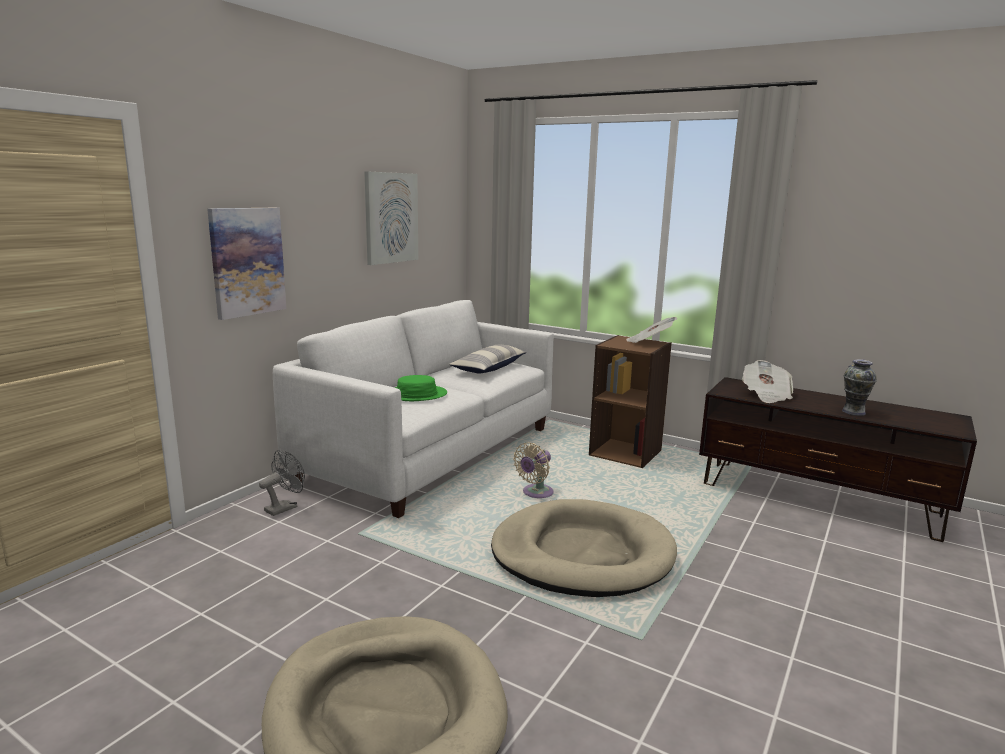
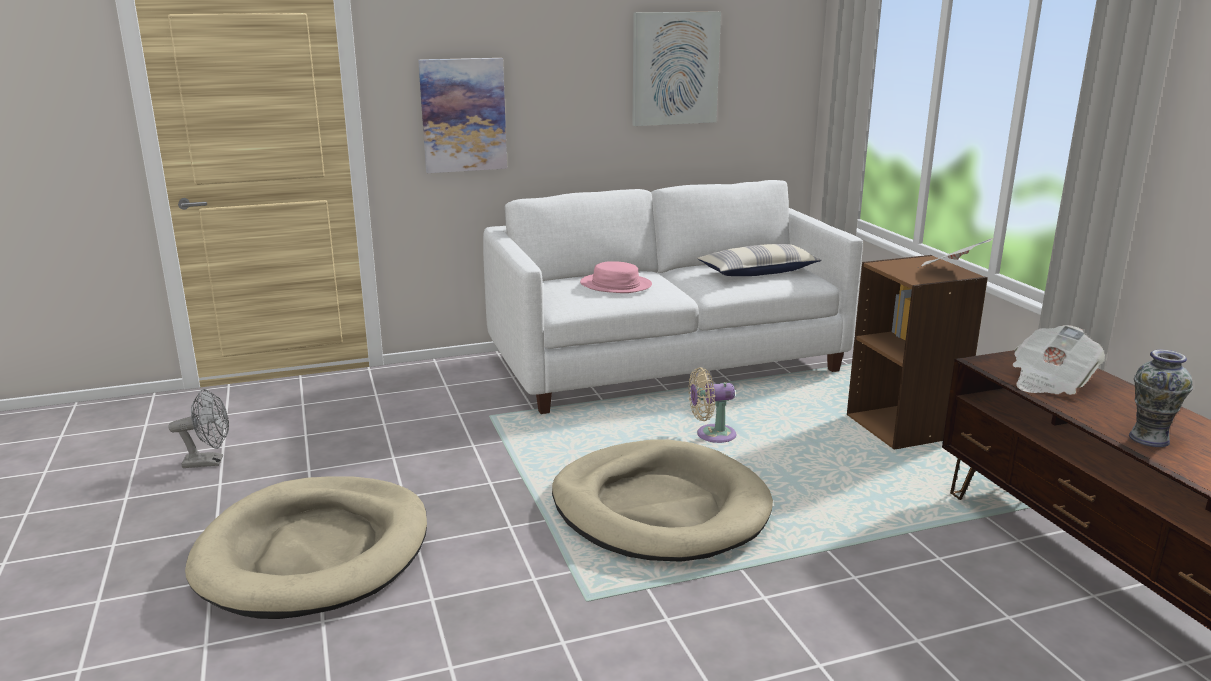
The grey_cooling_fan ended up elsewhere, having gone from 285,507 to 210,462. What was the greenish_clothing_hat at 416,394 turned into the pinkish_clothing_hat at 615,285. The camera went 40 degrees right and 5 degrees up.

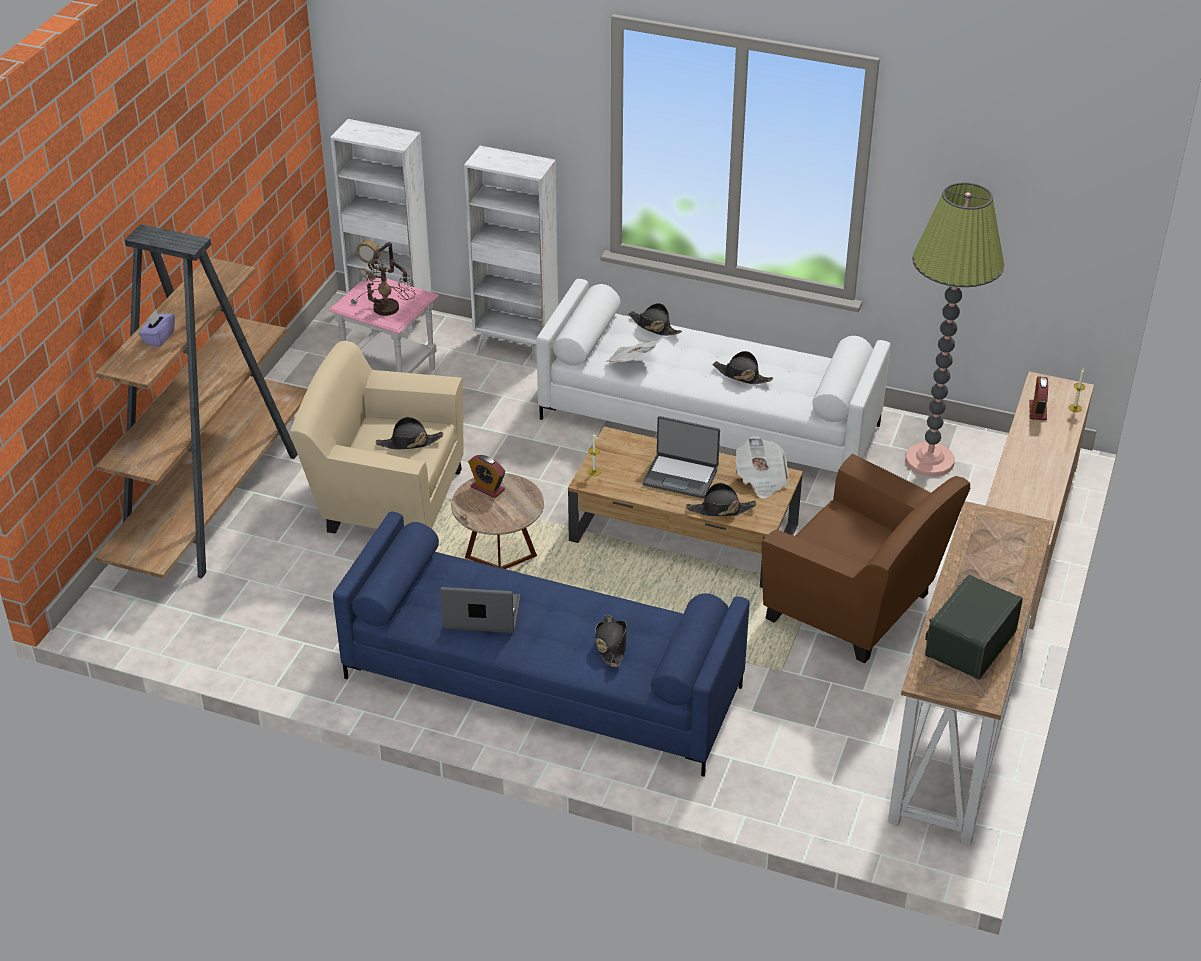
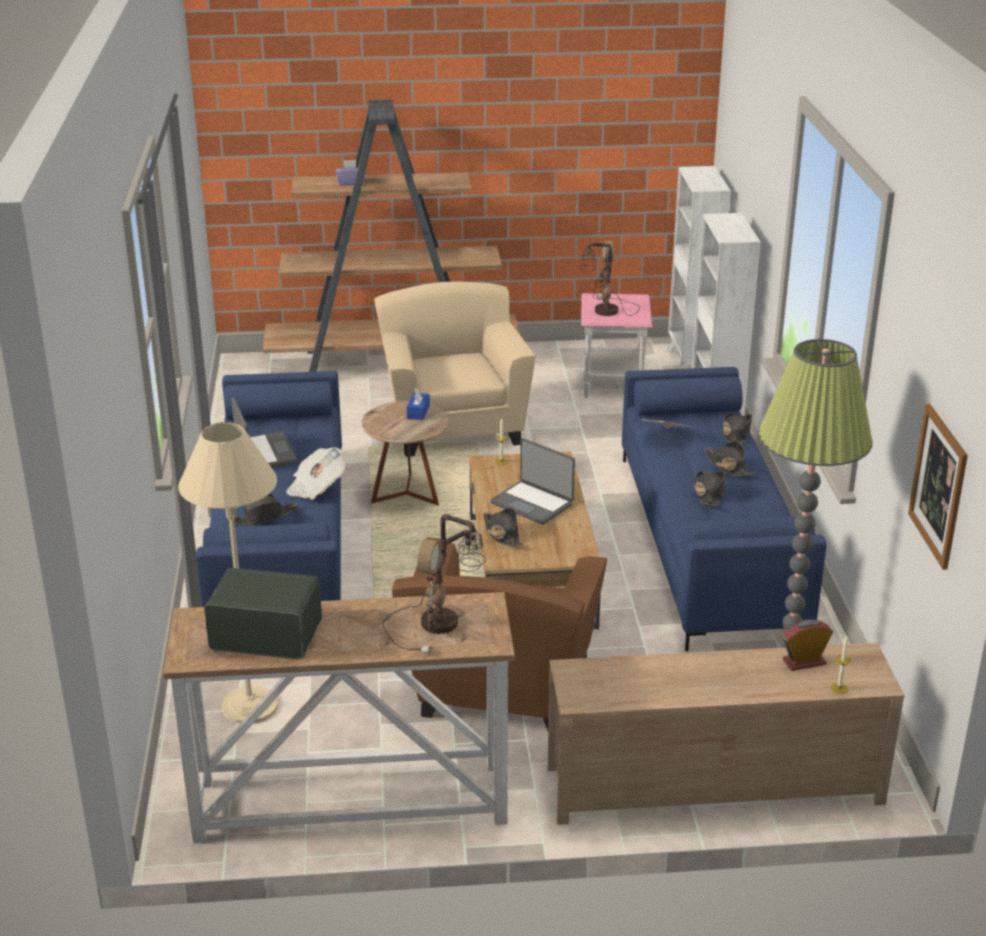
The blackish_clothing_hat ended up elsewhere, having gone from 409,442 to 728,466. Where the alarm_clock stood at 487,488, the bluish_box_of_tissues came to stand at 418,412. What was the whitish_couch at 711,422 turned into the bluish_couch at 709,544. The notebook_computer at 681,476 ended up facing another way, 45 degrees counterclockwise from before. The newspaper ended up elsewhere, having gone from 761,479 to 316,487. The second view gained the beige_standard_lamp at 250,706. The second view gained the tabletop_lamp at 442,622. The second view gained the wall_picture at 938,485. The camera went 65 degrees right and 10 degrees down.

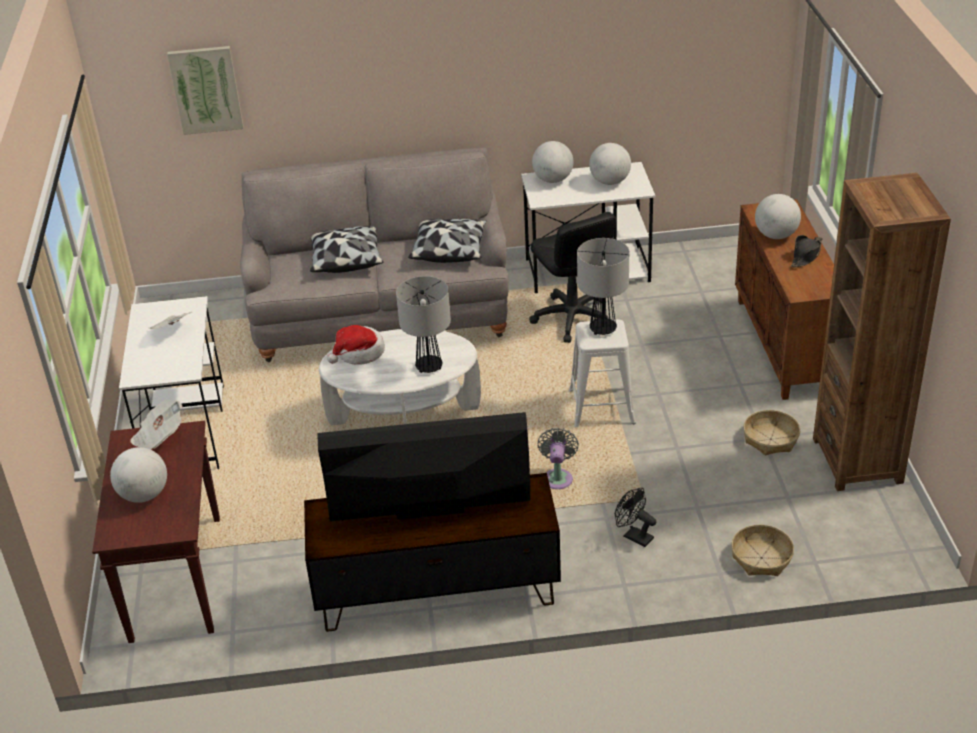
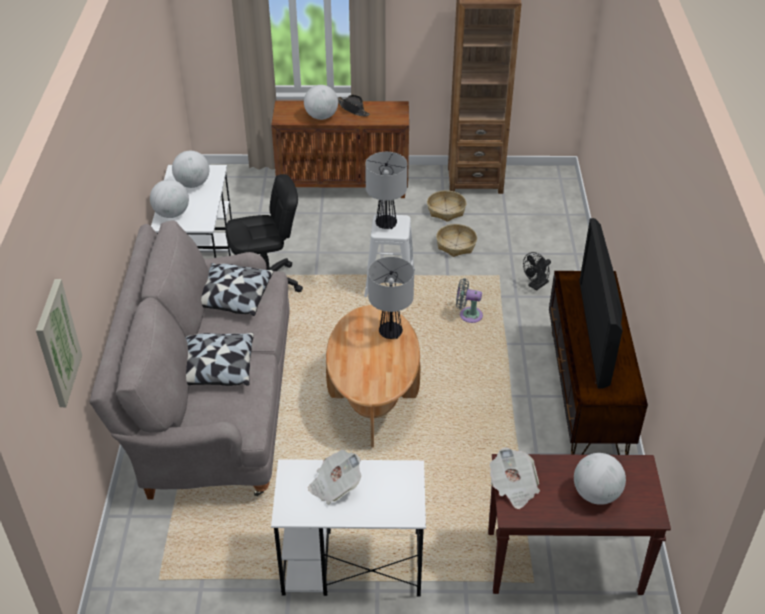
What was the whitish_low_table at 404,417 turned into the brownish_low_table at 373,397. The second view lost the clothing_hat at 359,353. The basket ended up elsewhere, having gone from 761,557 to 456,245. The camera went 85 degrees left and 5 degrees up.

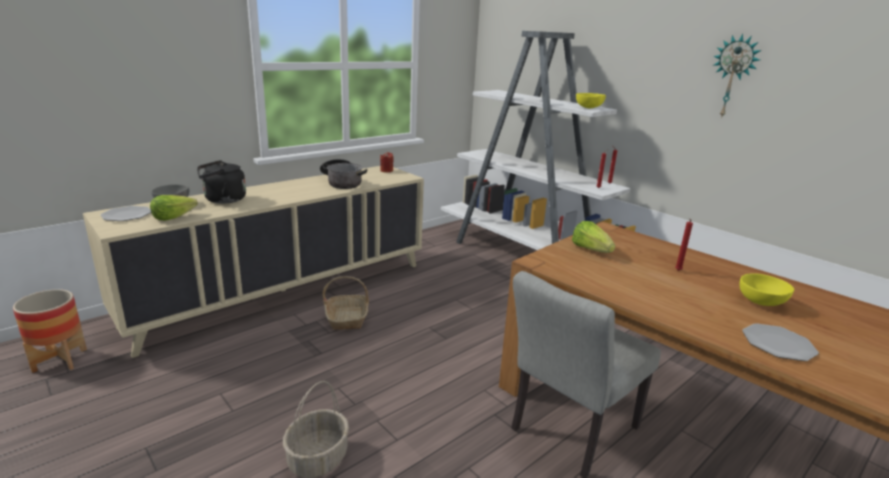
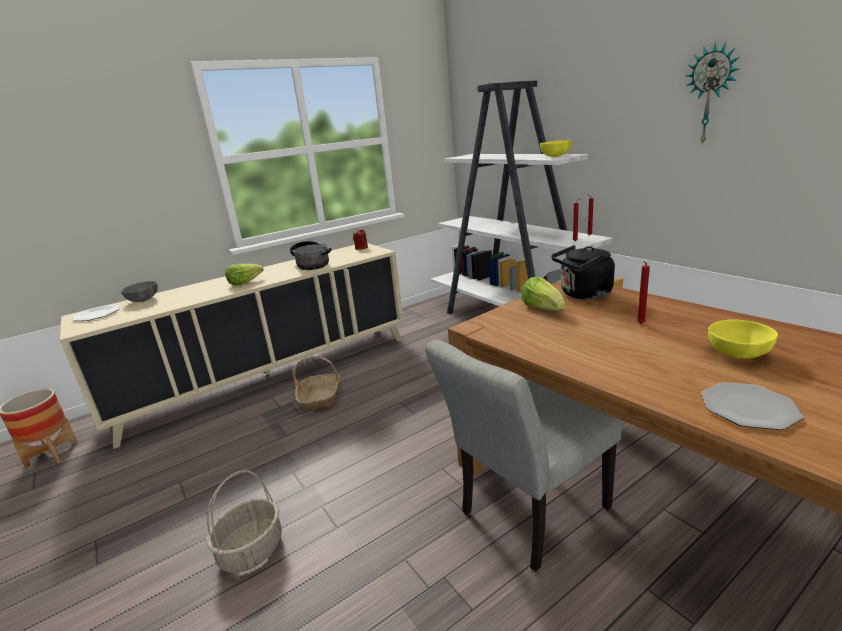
The lettuce_head ended up elsewhere, having gone from 173,217 to 245,282. The blackish_water_kettle ended up elsewhere, having gone from 222,200 to 583,294. The camera went 10 degrees right and 0 degrees up.

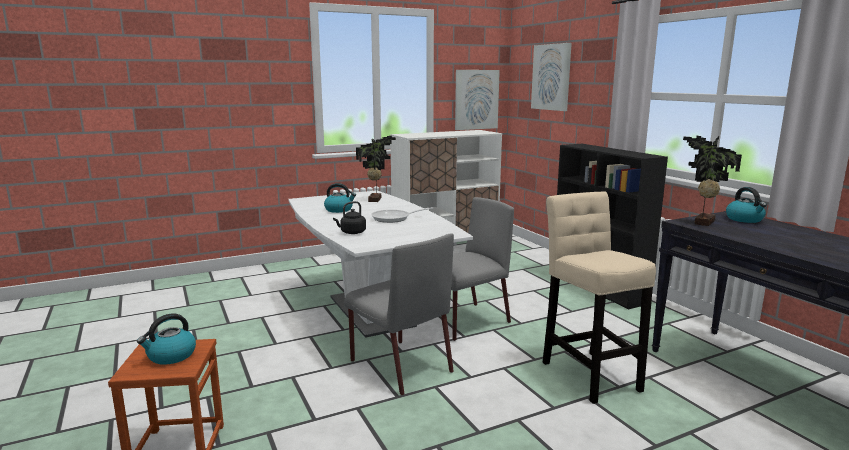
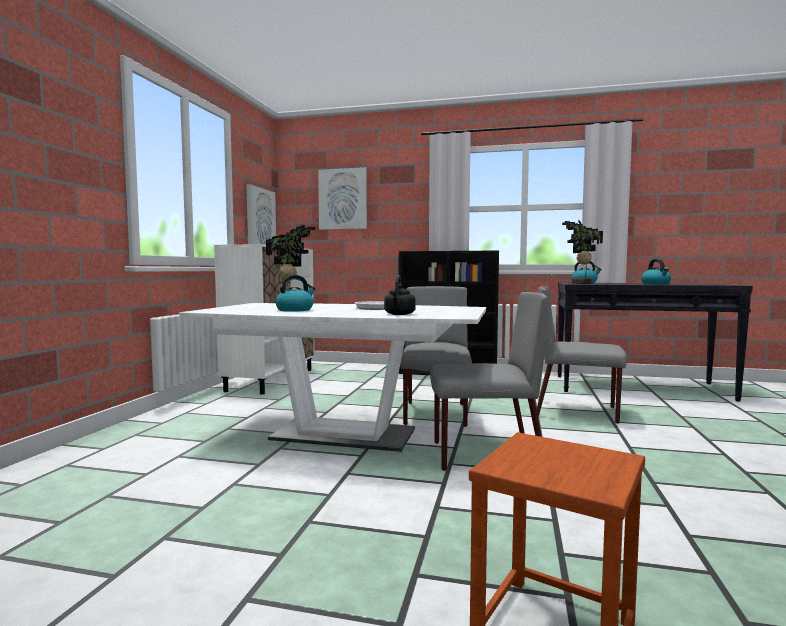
The water_kettle ended up elsewhere, having gone from 171,356 to 656,284. Where the beige_stool_seat stood at 588,373, the grey_chair came to stand at 577,411. The camera went 50 degrees left and 10 degrees down.

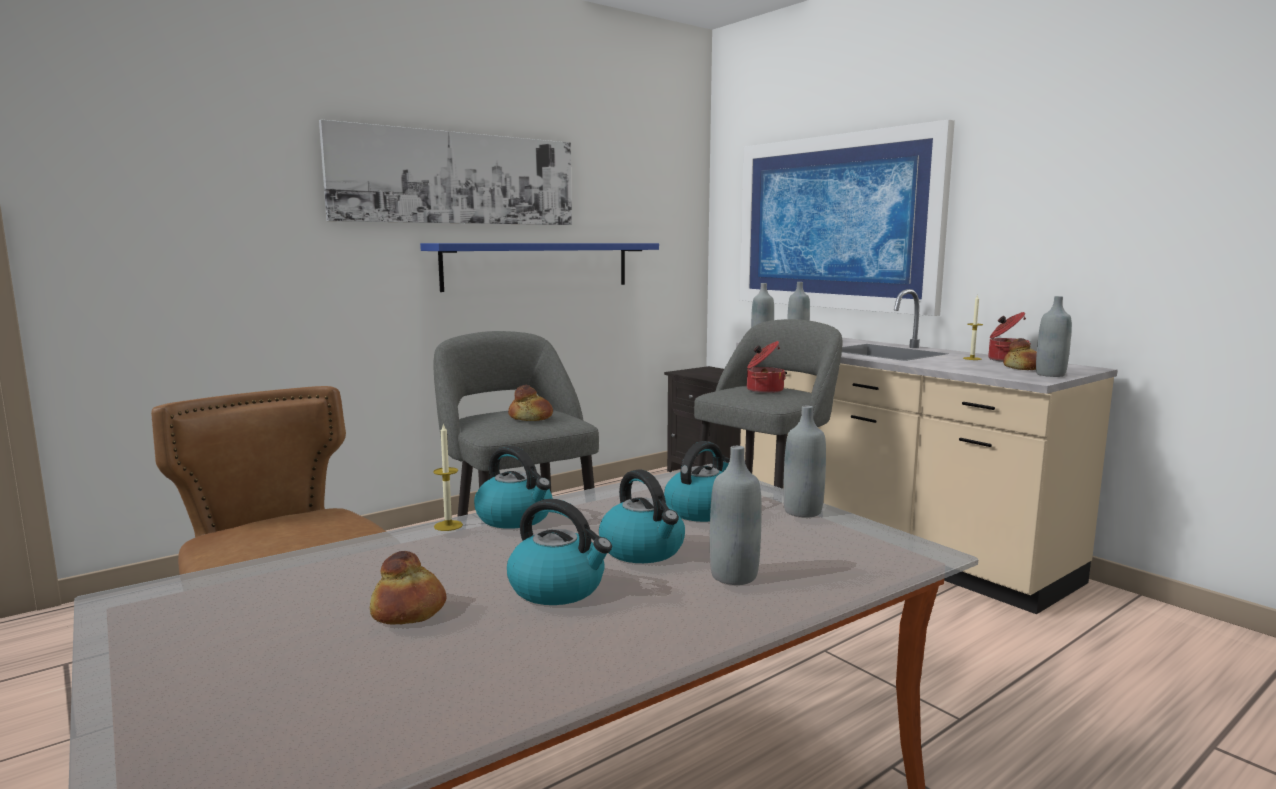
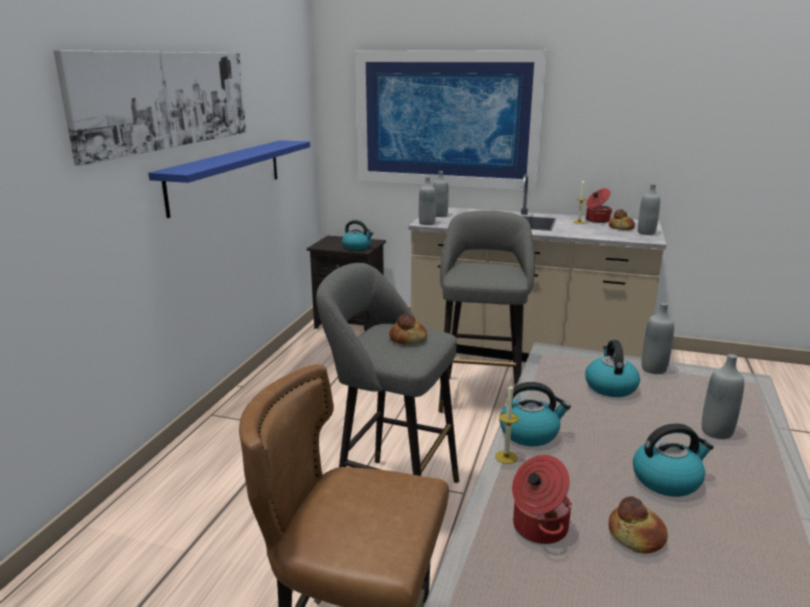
The water_kettle ended up elsewhere, having gone from 643,550 to 357,247. The stockpot ended up elsewhere, having gone from 763,390 to 538,527. The camera went 35 degrees left and 10 degrees up.

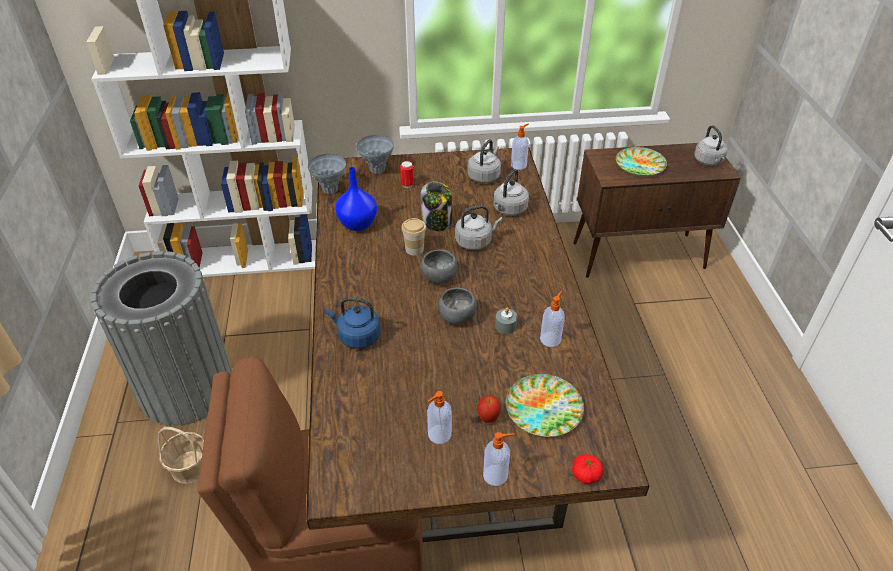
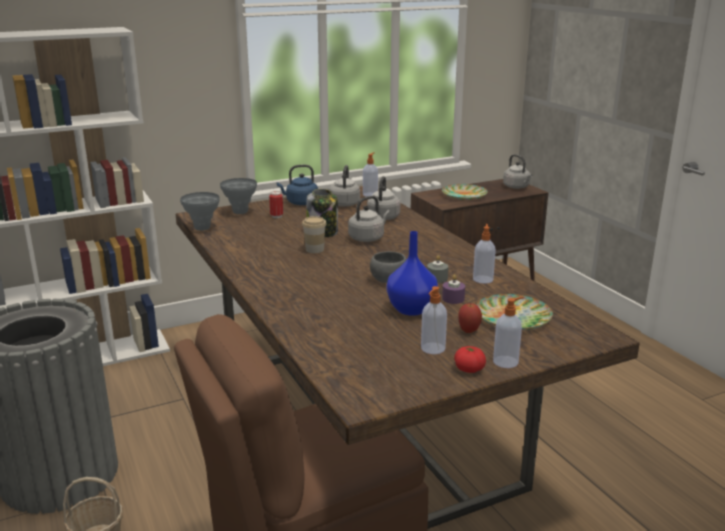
The bluish_water_kettle ended up elsewhere, having gone from 357,336 to 300,203. The bluish_decorative_vase ended up elsewhere, having gone from 357,224 to 410,309. The second view lost the grey_deep_dish at 438,276. The tomato ended up elsewhere, having gone from 586,475 to 469,369. The second view gained the purplish_wax_light at 453,299. The camera went 20 degrees left and 20 degrees down.

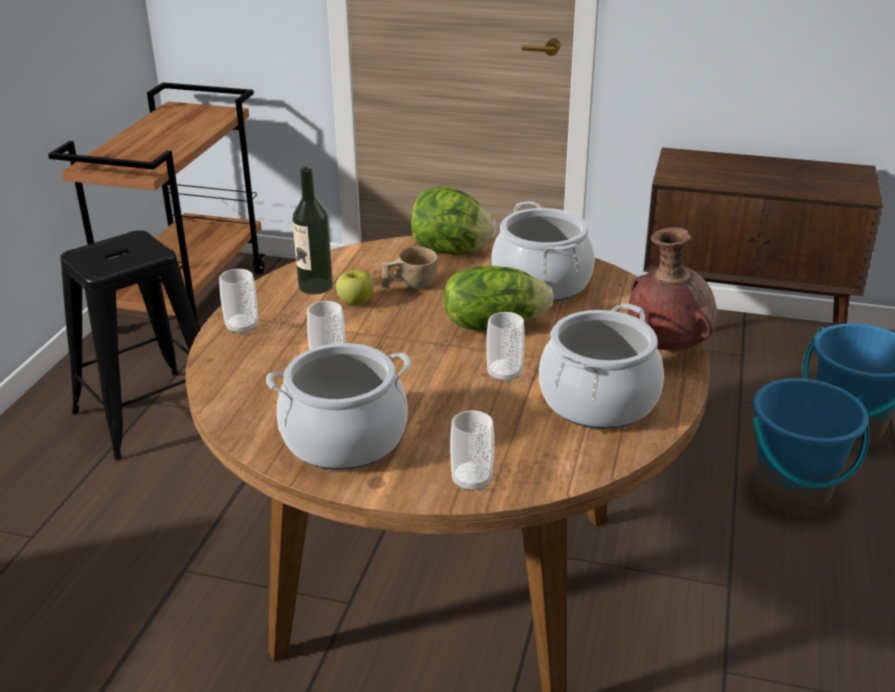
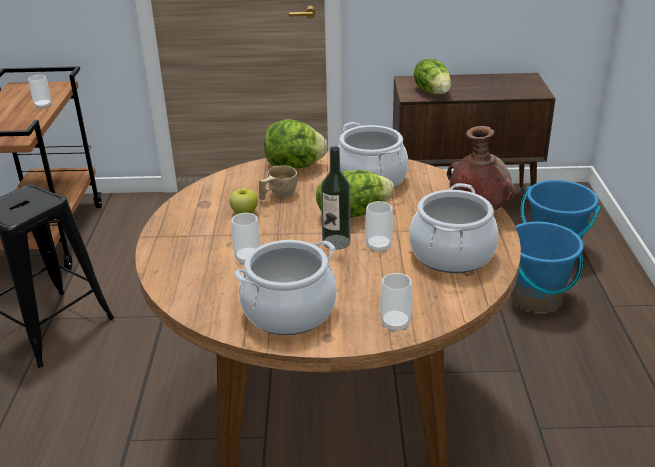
The small_cup ended up elsewhere, having gone from 242,327 to 43,106. The beverage_bottle ended up elsewhere, having gone from 315,286 to 336,242. The second view gained the lettuce_head at 433,92. The camera went 15 degrees left and 0 degrees up.

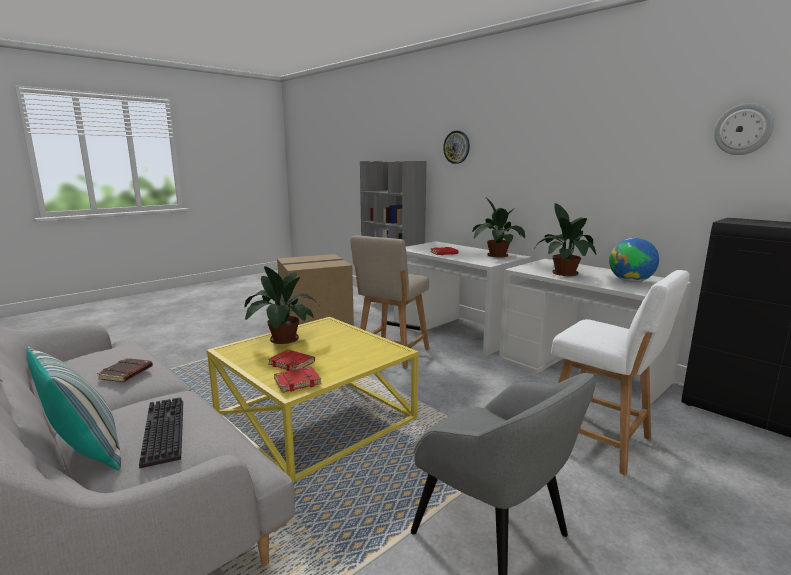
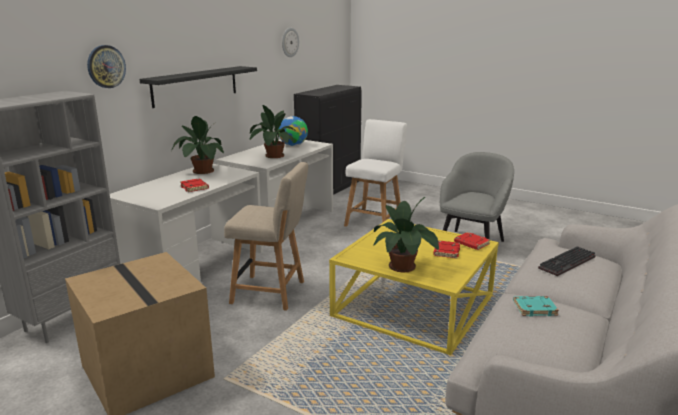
The second view lost the pillow at 86,452. What was the brownish_bound_book at 126,374 turned into the turquoise_bound_book at 535,308. The second view gained the blackish_bracket_shelf at 195,86. The camera went 105 degrees left and 5 degrees up.

